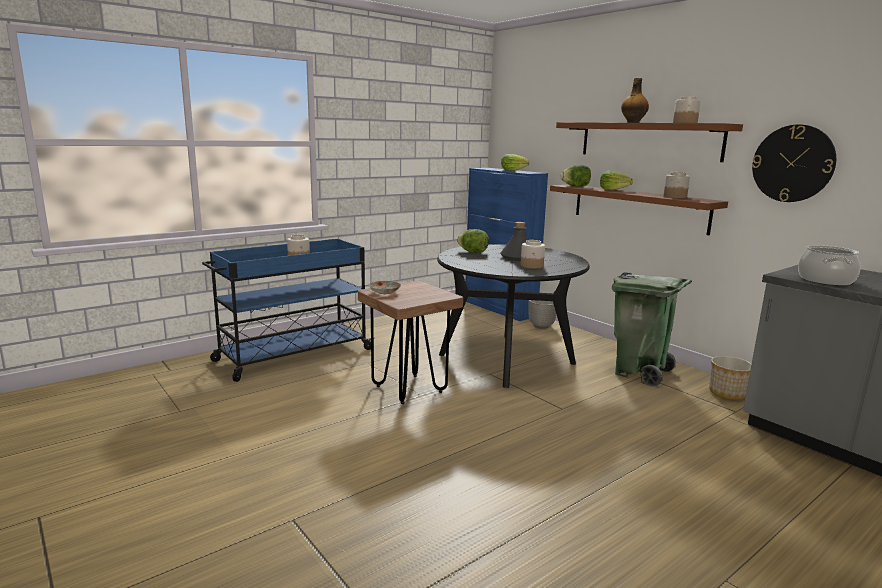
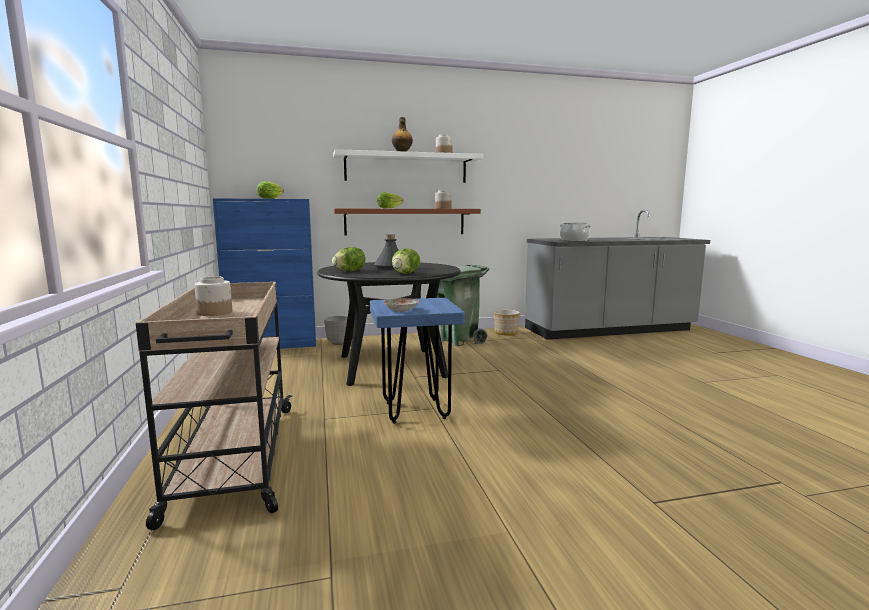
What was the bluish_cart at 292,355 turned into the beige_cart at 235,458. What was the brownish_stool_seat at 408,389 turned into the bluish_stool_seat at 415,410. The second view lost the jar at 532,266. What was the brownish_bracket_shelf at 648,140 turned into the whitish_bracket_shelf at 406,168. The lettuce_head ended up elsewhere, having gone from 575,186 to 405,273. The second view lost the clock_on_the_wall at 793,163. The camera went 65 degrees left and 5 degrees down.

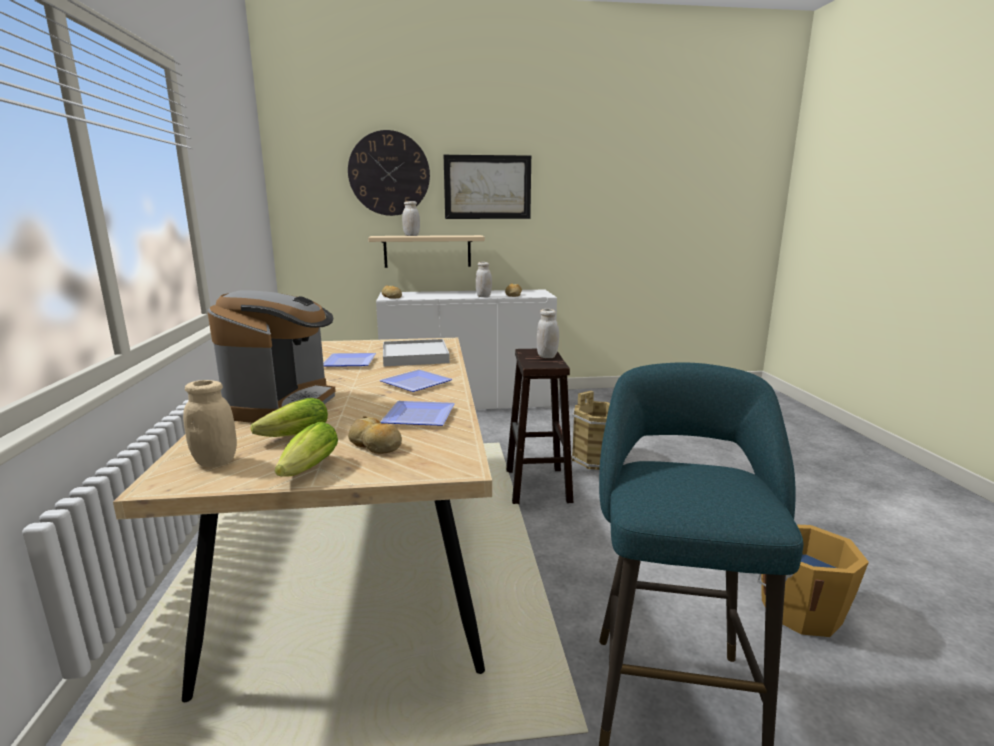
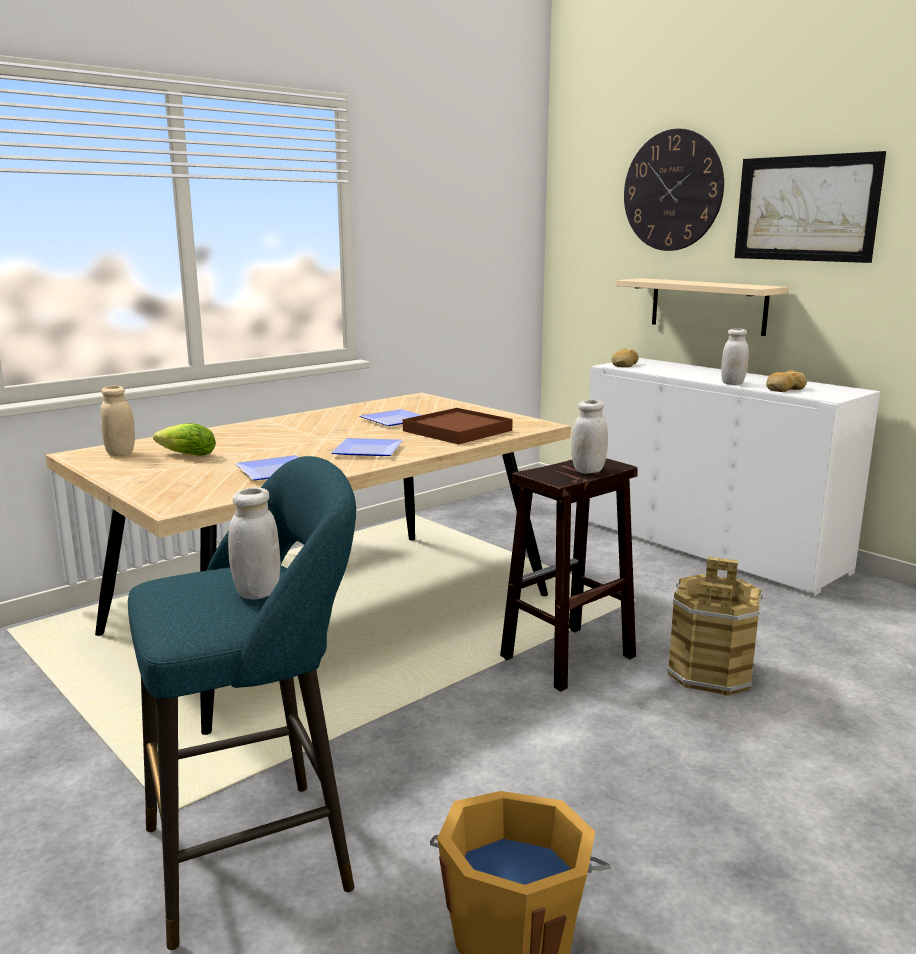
The second view lost the coffee_maker at 283,404. The second view lost the lettuce_head at 306,471. The second view lost the bakery_bread at 375,445. What was the whitish_tray at 415,356 turned into the brownish_tray at 457,431. The whitish_jar ended up elsewhere, having gone from 411,236 to 257,592. The camera went 55 degrees right and 0 degrees up.

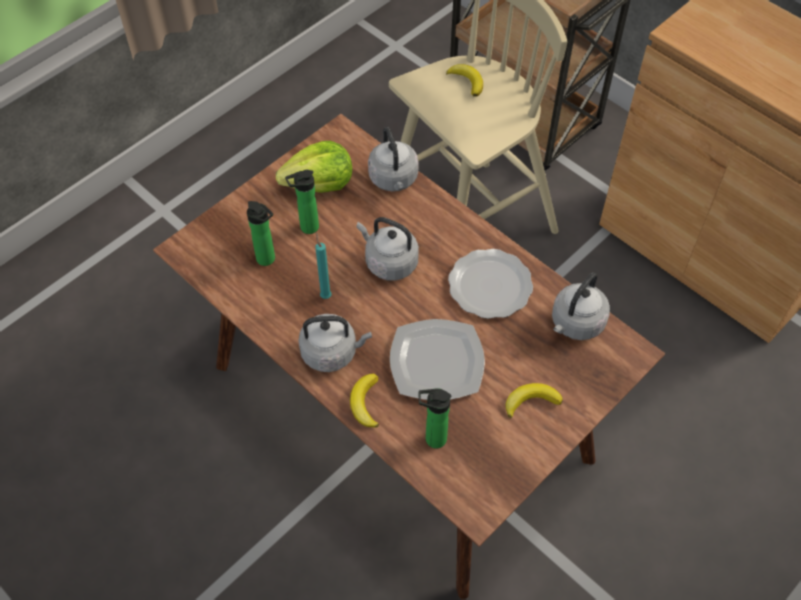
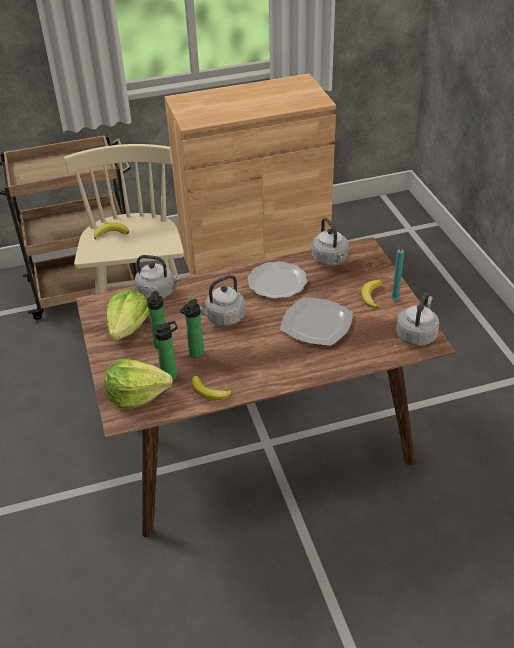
The grey_water_kettle ended up elsewhere, having gone from 332,352 to 416,334. The turquoise_wax_light ended up elsewhere, having gone from 325,295 to 393,300. The whole_banana ended up elsewhere, having gone from 365,403 to 209,392. The beverage_bottle ended up elsewhere, having gone from 432,439 to 195,354. The second view gained the lettuce_head at 137,395. The camera went 60 degrees left and 15 degrees down.

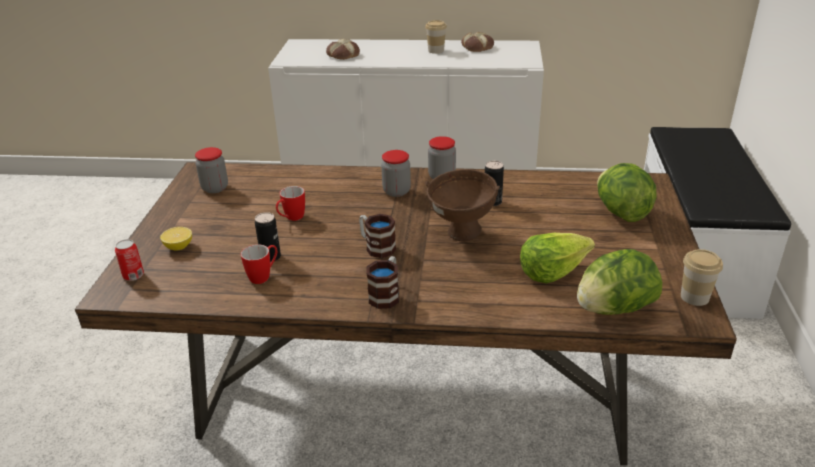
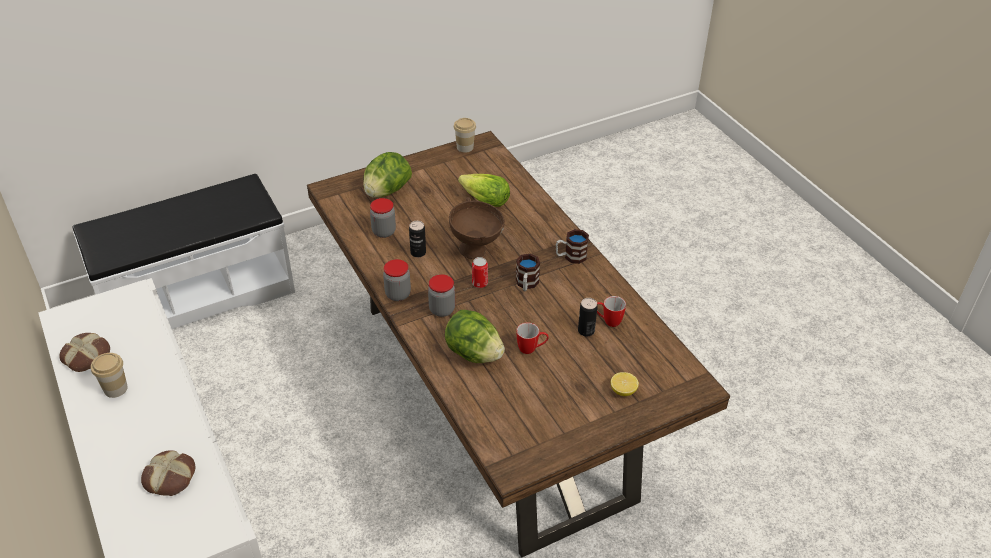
The metal_can ended up elsewhere, having gone from 133,276 to 479,283. The jar ended up elsewhere, having gone from 215,188 to 384,232. The lettuce_head ended up elsewhere, having gone from 614,309 to 474,354. The camera went 125 degrees left and 10 degrees up.

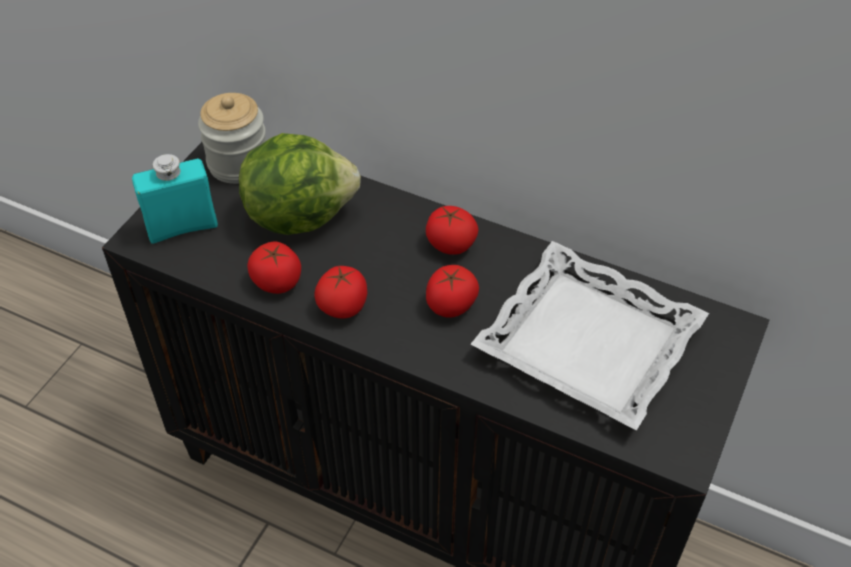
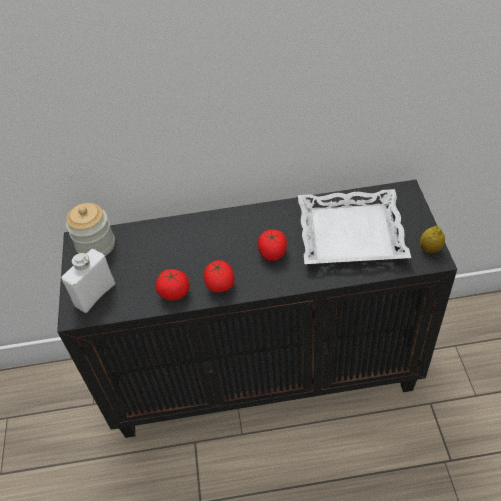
What was the turquoise_beverage_bottle at 182,227 turned into the whitish_beverage_bottle at 95,295. The second view lost the lettuce_head at 299,214. The second view lost the tomato at 450,244. The second view gained the lemon at 430,249. The camera went 30 degrees left and 0 degrees up.

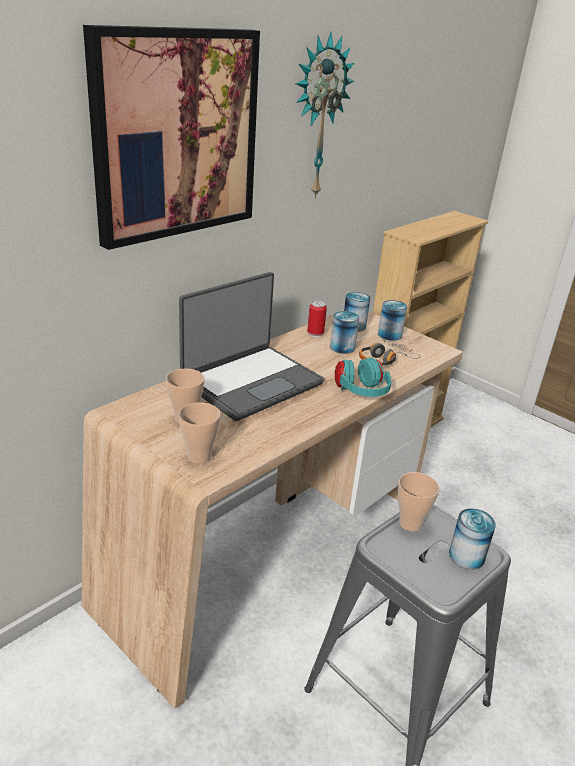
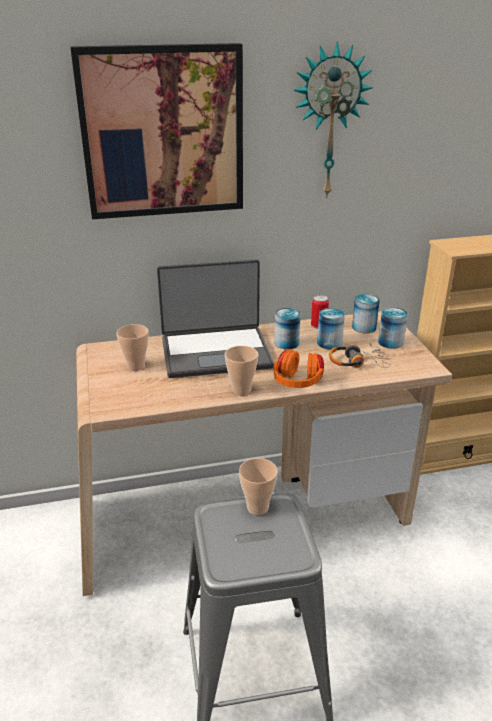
The small_cup ended up elsewhere, having gone from 199,456 to 241,390. What was the turquoise_headset at 361,394 turned into the orange-coloured_headset at 297,384. The metal_can ended up elsewhere, having gone from 466,556 to 286,343. The camera went 35 degrees right and 0 degrees up.

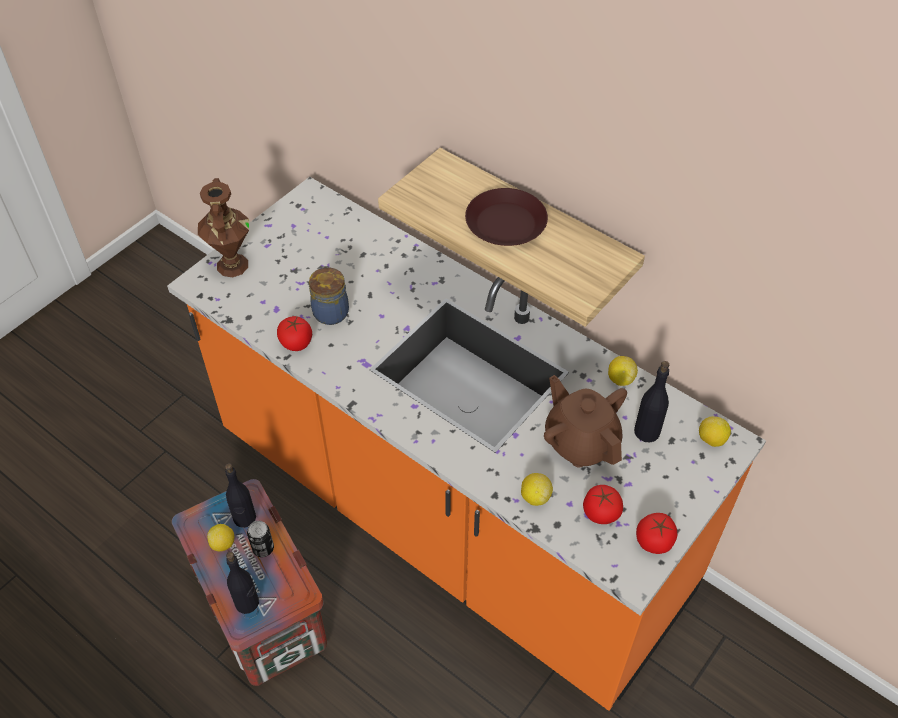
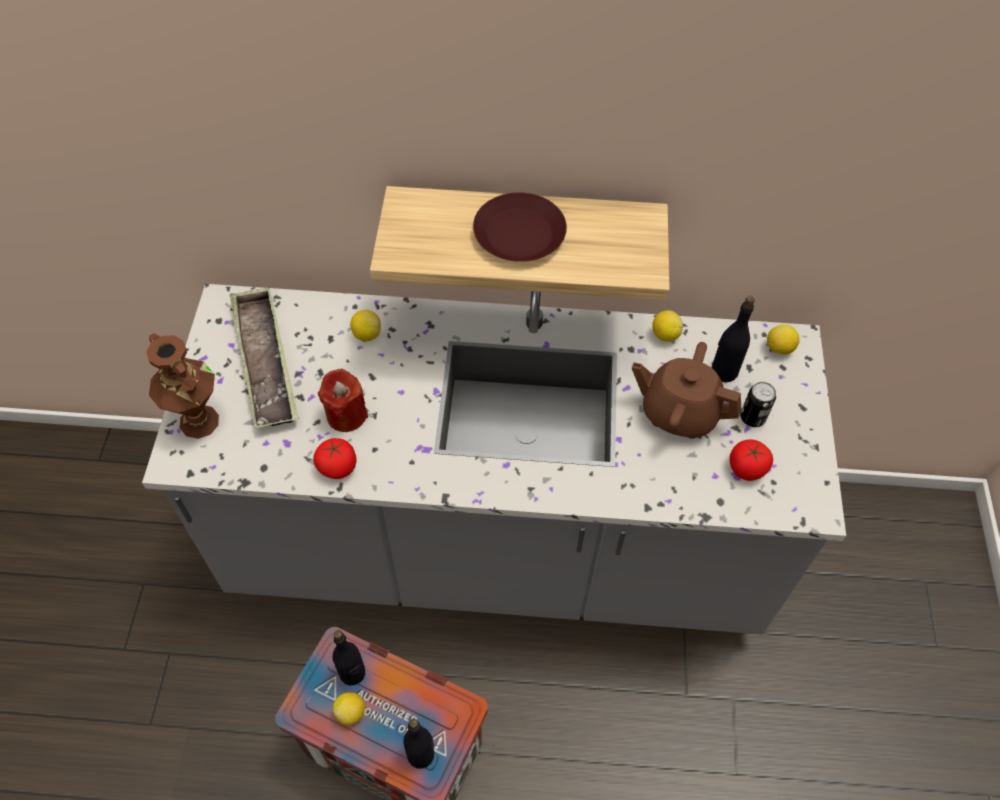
What was the orange-coloured_kitchen_counter at 449,515 turned into the grey_kitchen_counter at 497,547. The metal_can ended up elsewhere, having gone from 263,548 to 752,417. Where the jar stood at 331,311, the red-coloured_wax_light came to stand at 346,415. The lemon ended up elsewhere, having gone from 535,497 to 367,334. The second view lost the tomato at 654,541. The second view gained the tray at 265,362. The camera went 35 degrees left and 5 degrees up.

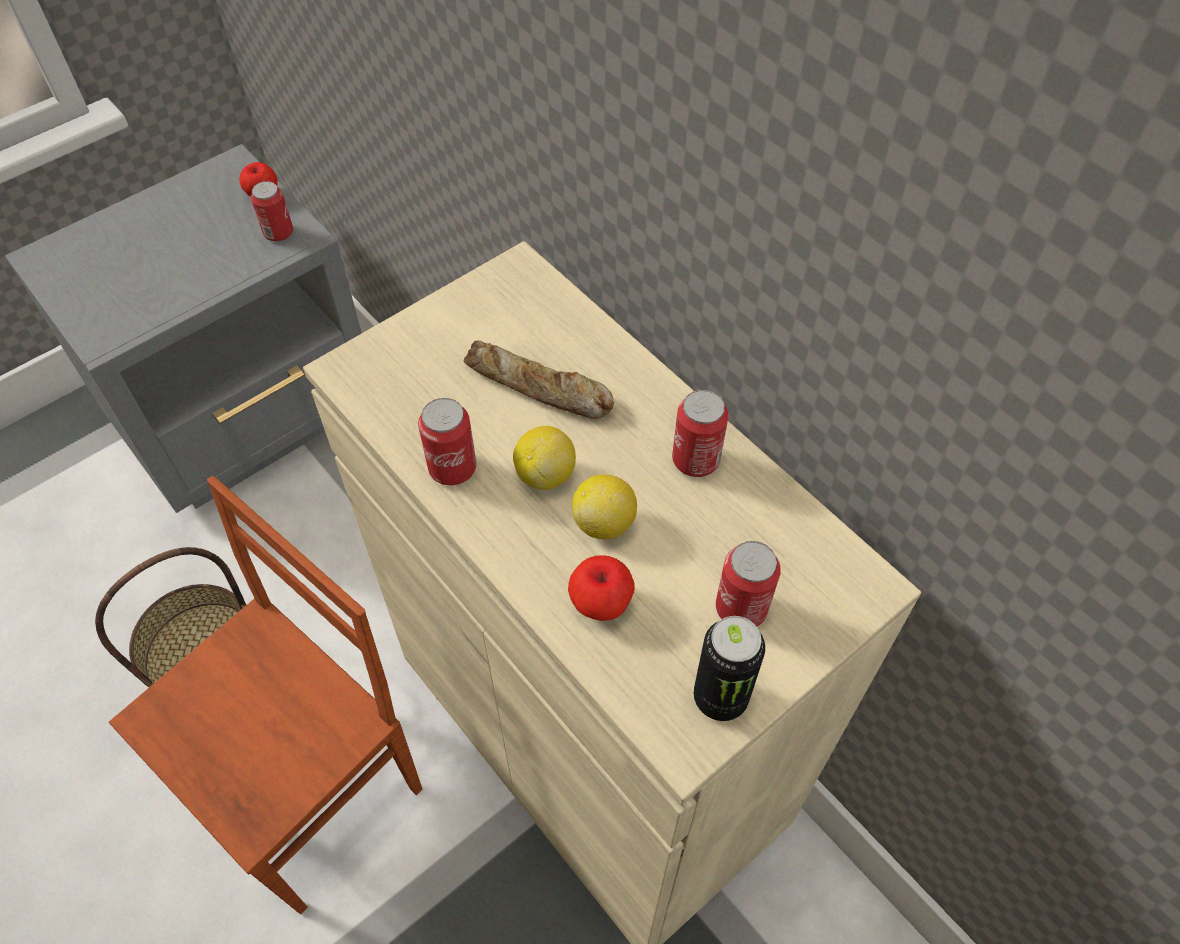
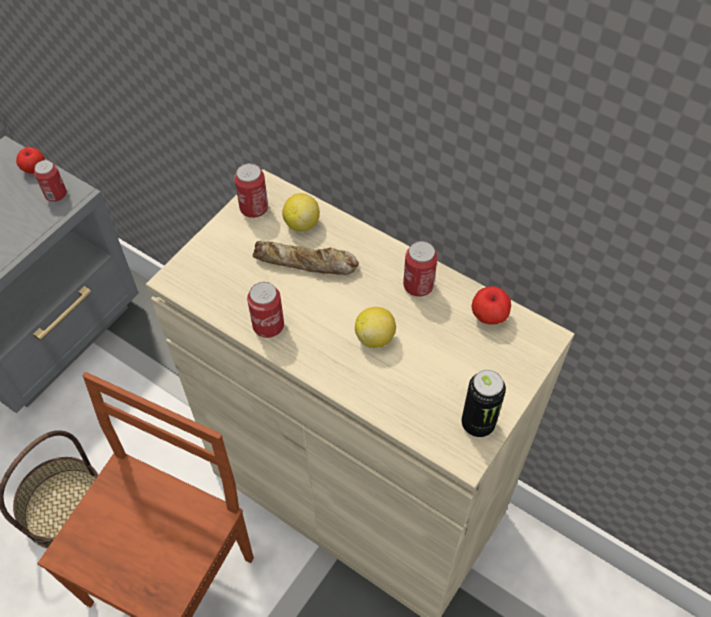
The lemon ended up elsewhere, having gone from 545,474 to 301,223. The apple ended up elsewhere, having gone from 601,603 to 489,316. The metal_can ended up elsewhere, having gone from 741,608 to 254,208. The camera went 15 degrees left and 0 degrees up.

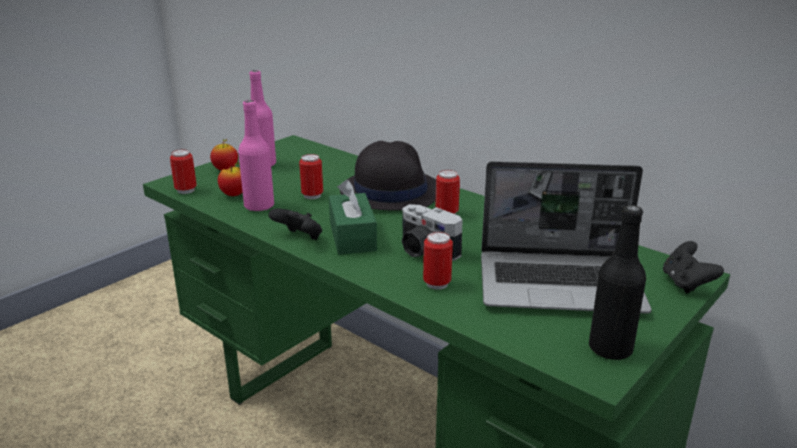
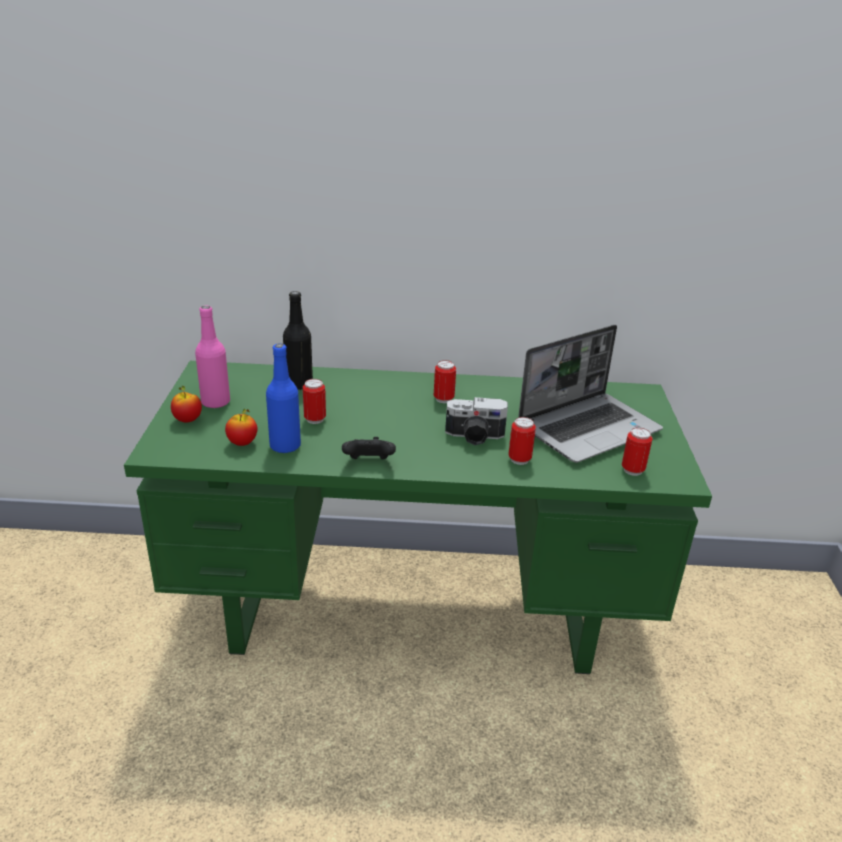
The metal_can ended up elsewhere, having gone from 186,190 to 632,470. What was the pinkish_beverage_bottle at 259,206 turned into the bluish_beverage_bottle at 285,446. The second view lost the greenish_box_of_tissues at 352,236. The second view lost the blackish_clothing_hat at 390,191. The blackish_beverage_bottle ended up elsewhere, having gone from 610,349 to 299,384. The second view lost the blackish_gamepad at 686,283. The camera went 40 degrees left and 5 degrees up.

